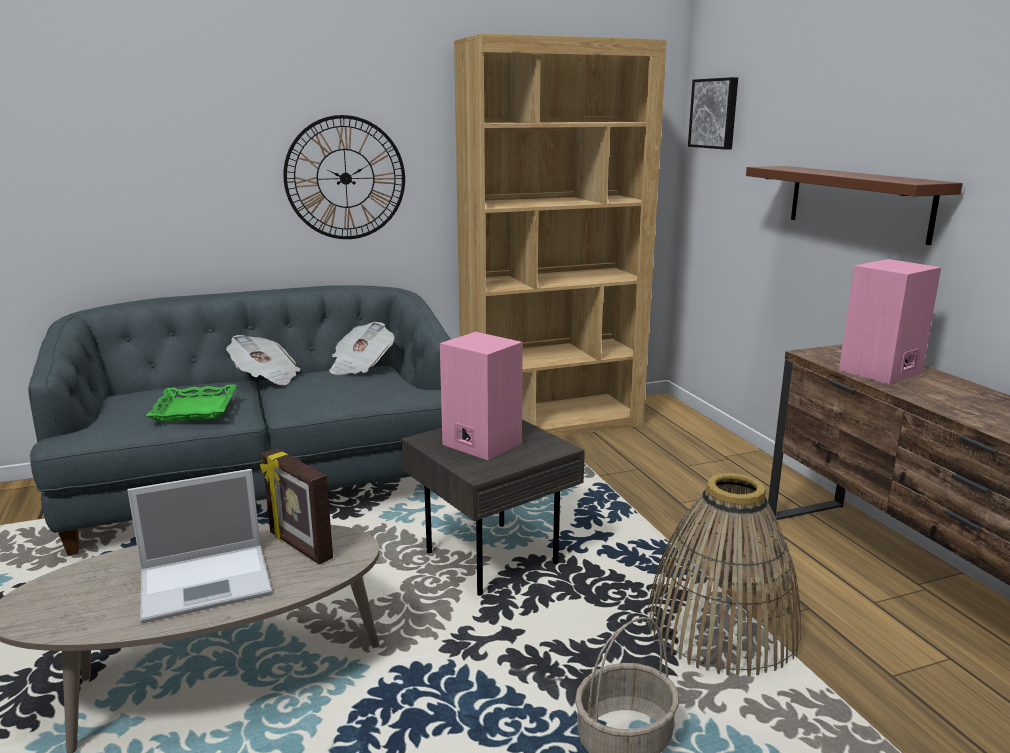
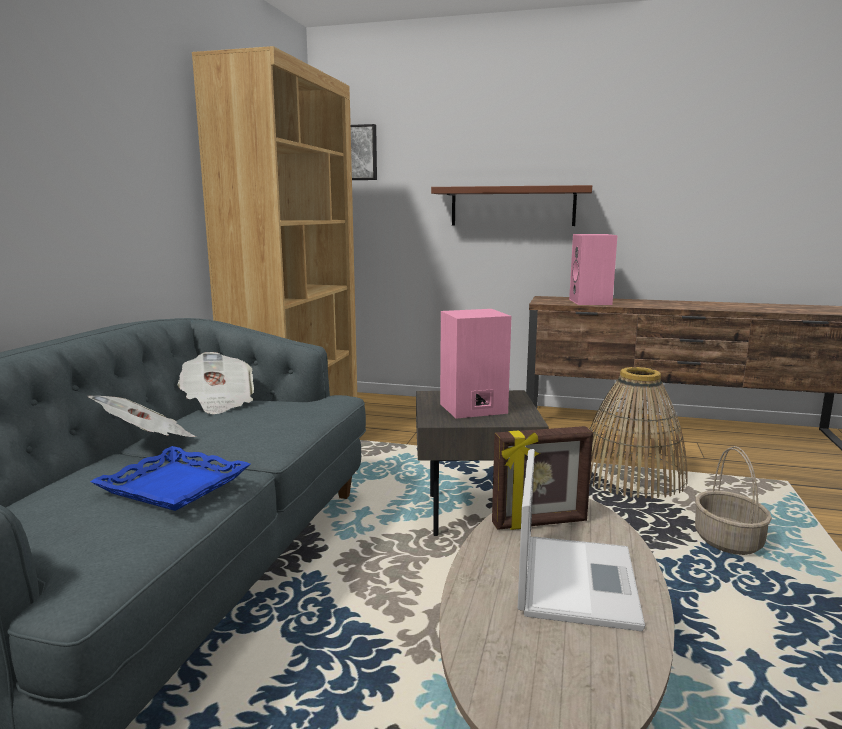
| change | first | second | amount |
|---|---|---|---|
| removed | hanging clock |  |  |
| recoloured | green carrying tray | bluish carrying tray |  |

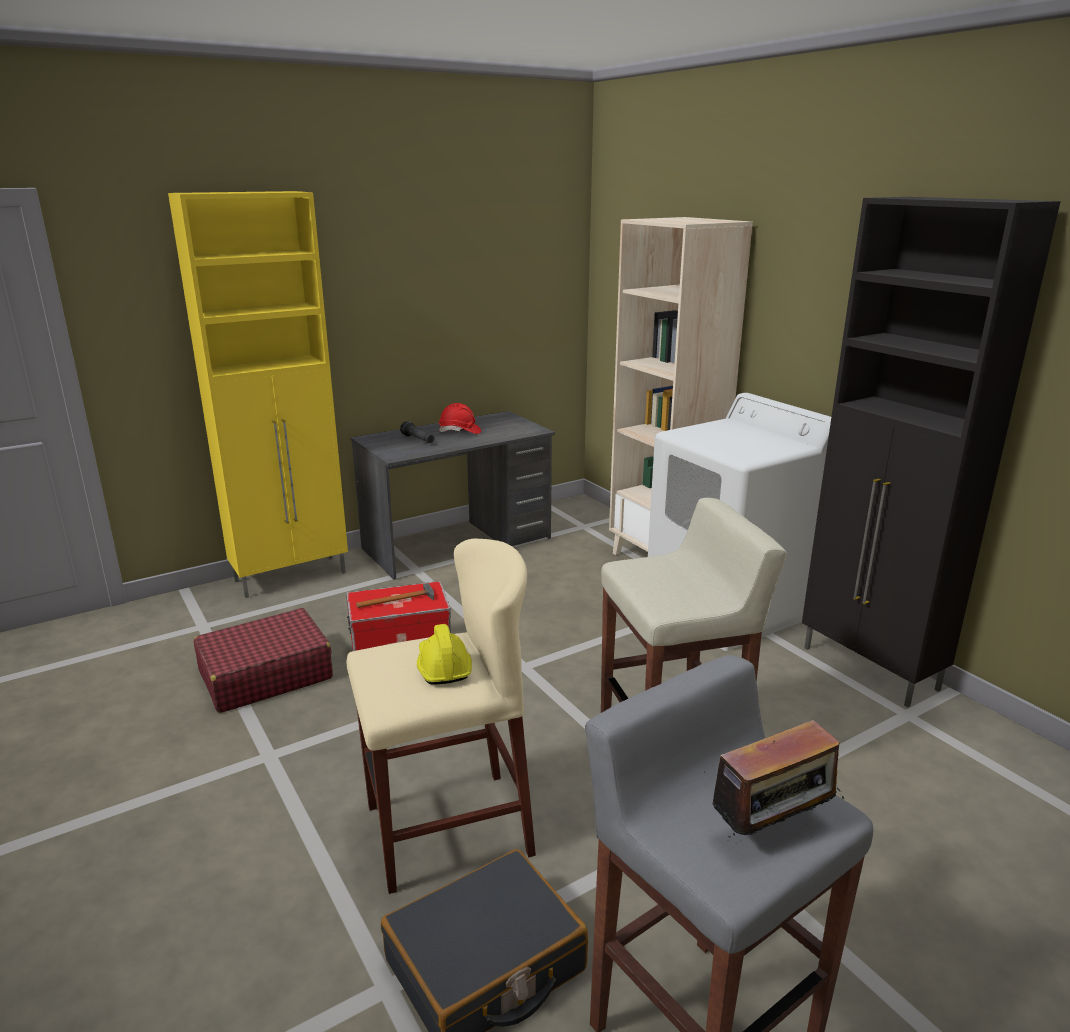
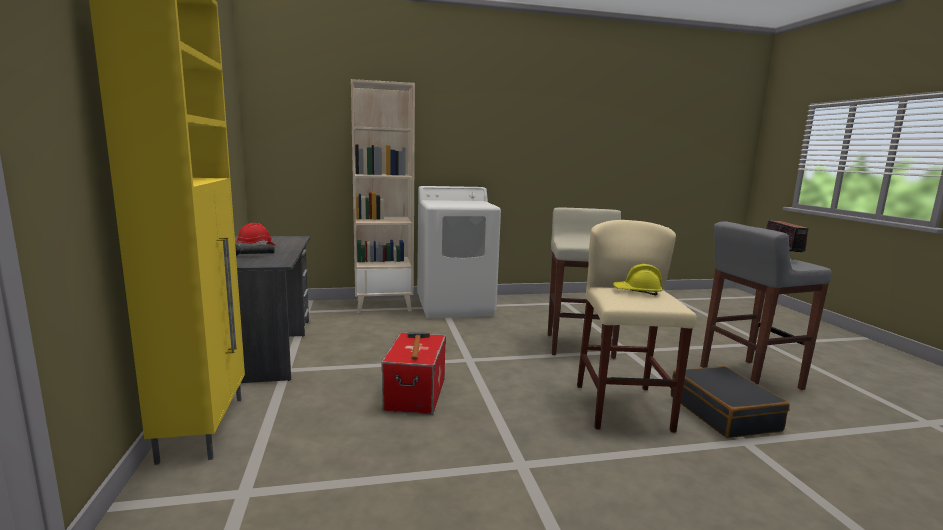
| change | first | second | amount |
|---|---|---|---|
| removed | black cupboard |  |  |
| removed | red-coloured piece of luggage |  |  |

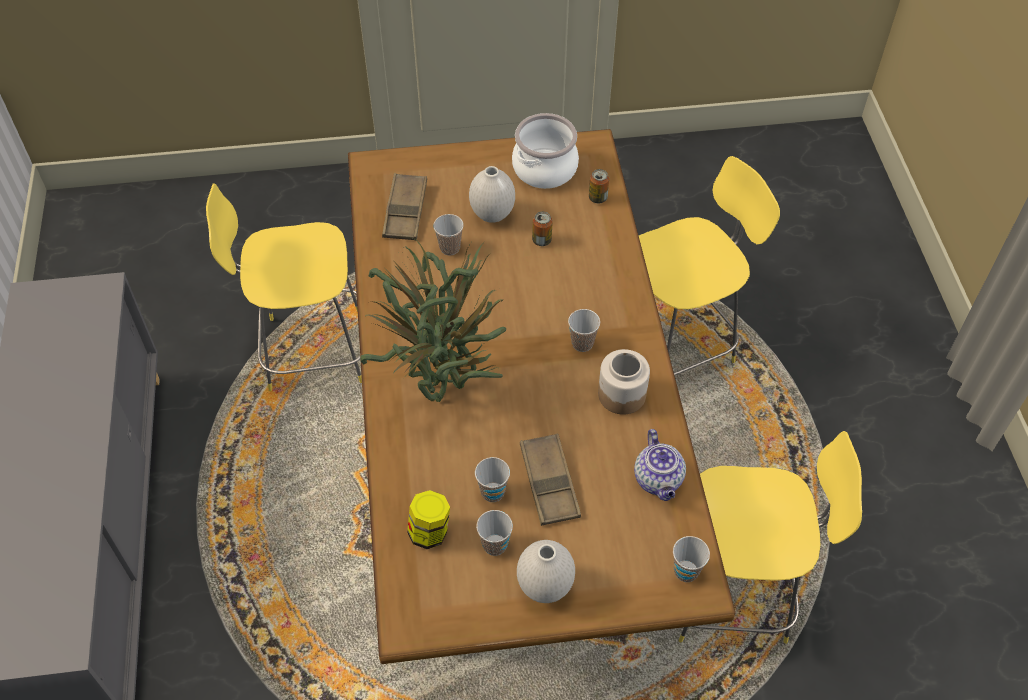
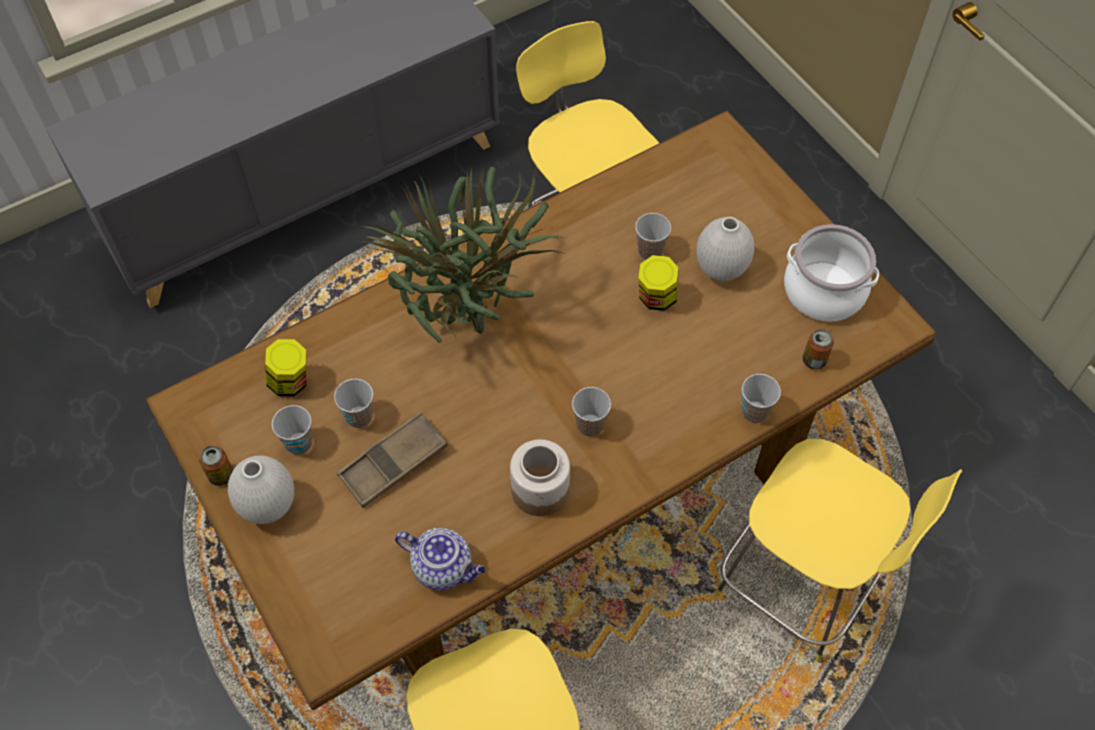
| change | first | second | amount |
|---|---|---|---|
| removed | brown carrying tray (1st from left) |  |  |
| moved | metal can (1st from left) |  |  |
| turned | teapot |  | 120 degrees counterclockwise |
| moved | drinking cup (5th from left) |  |  |
| added |  | jar (3rd from left) |  |

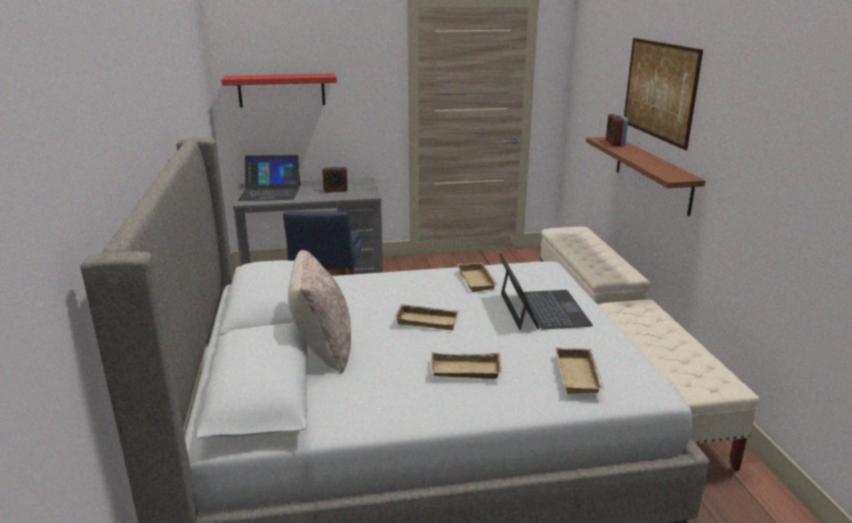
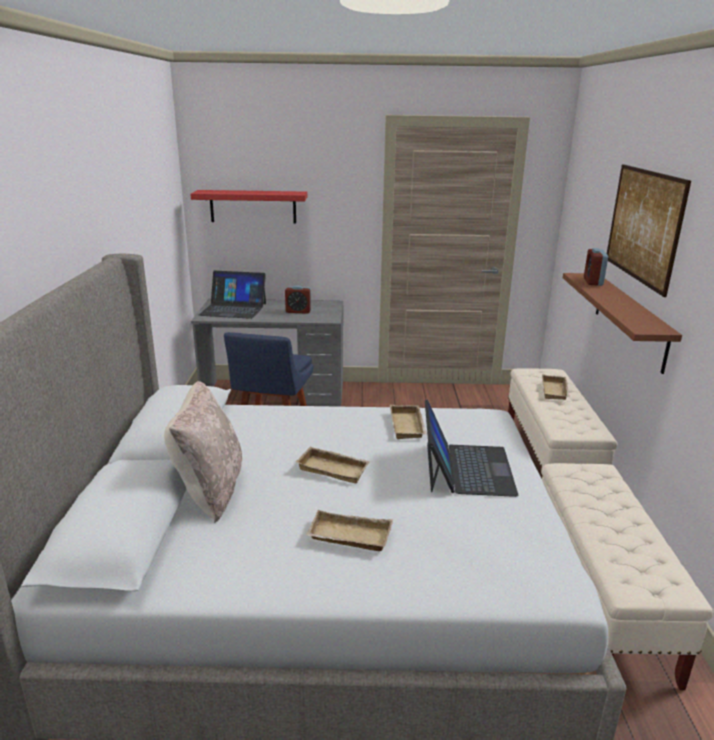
| change | first | second | amount |
|---|---|---|---|
| moved | sand-coloured carrying tray (4th from left) |  |  |

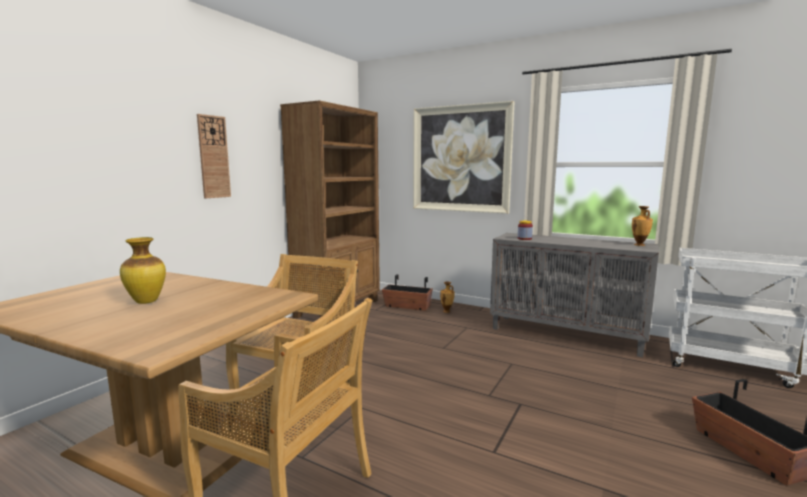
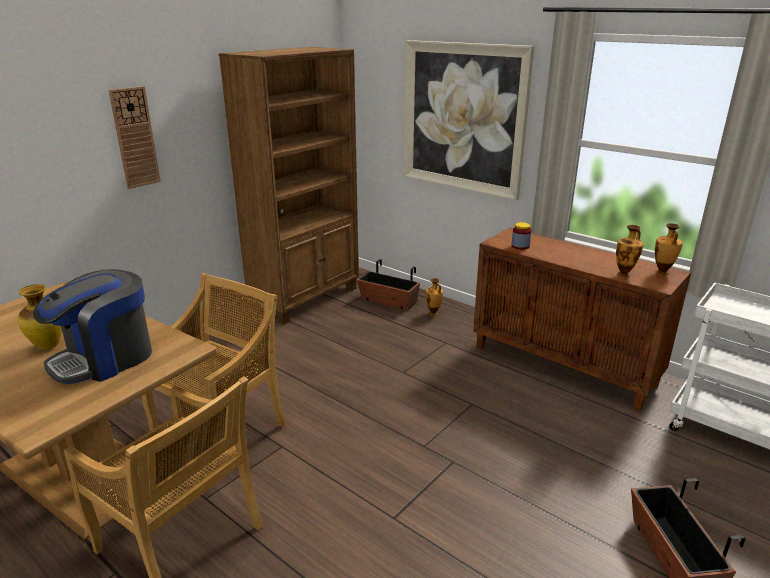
| change | first | second | amount |
|---|---|---|---|
| recoloured | greyish cupboard | brown cupboard |  |
| added |  | decorative vase (3rd from left) |  |
| added |  | coffee brewer |  |

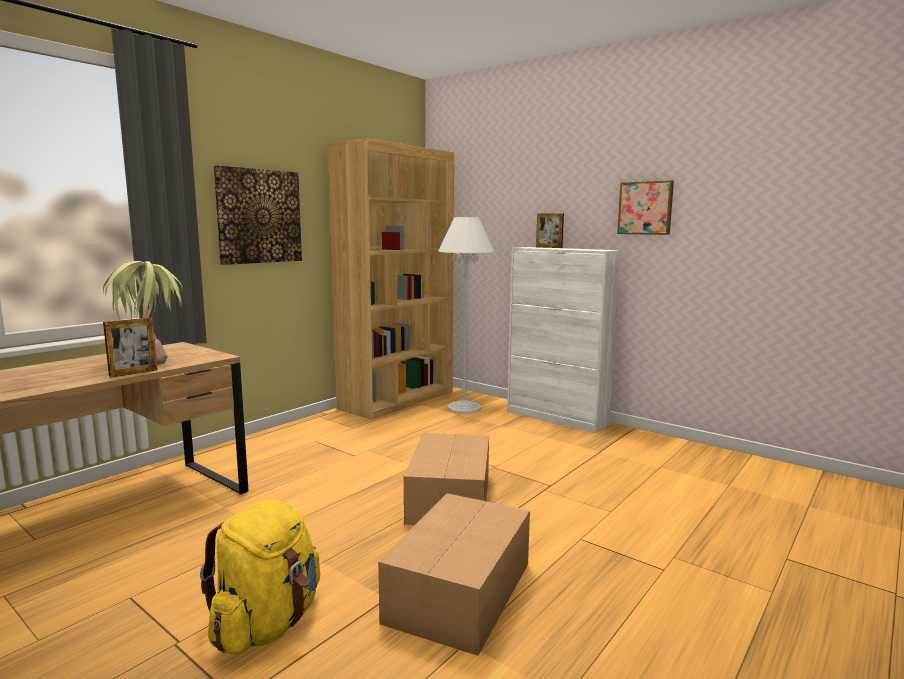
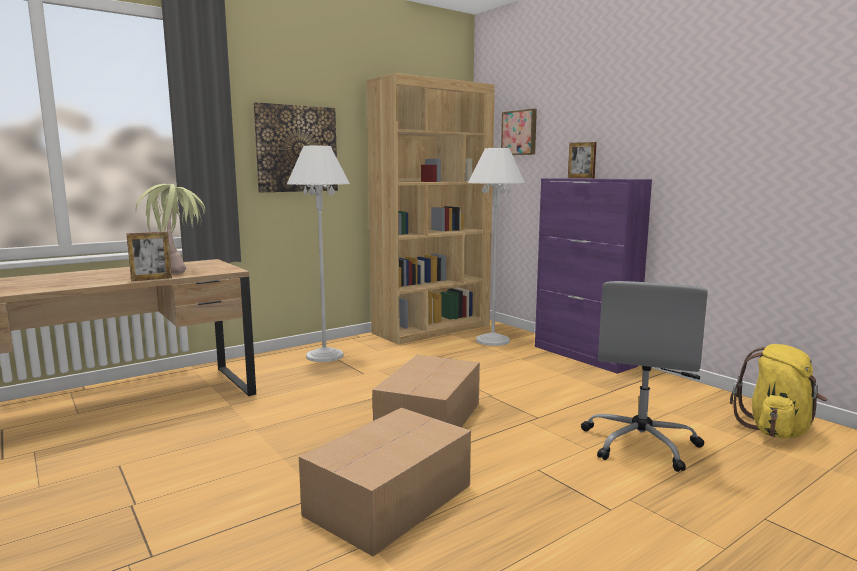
| change | first | second | amount |
|---|---|---|---|
| moved | wall picture (2nd from left) |  |  |
| recoloured | white-coloured cupboard | purple-coloured cupboard |  |
| moved | yellowish rucksack |  |  |
| added |  | white-coloured floor lamp (1st from left) |  |
| added |  | greyish computer chair |  |

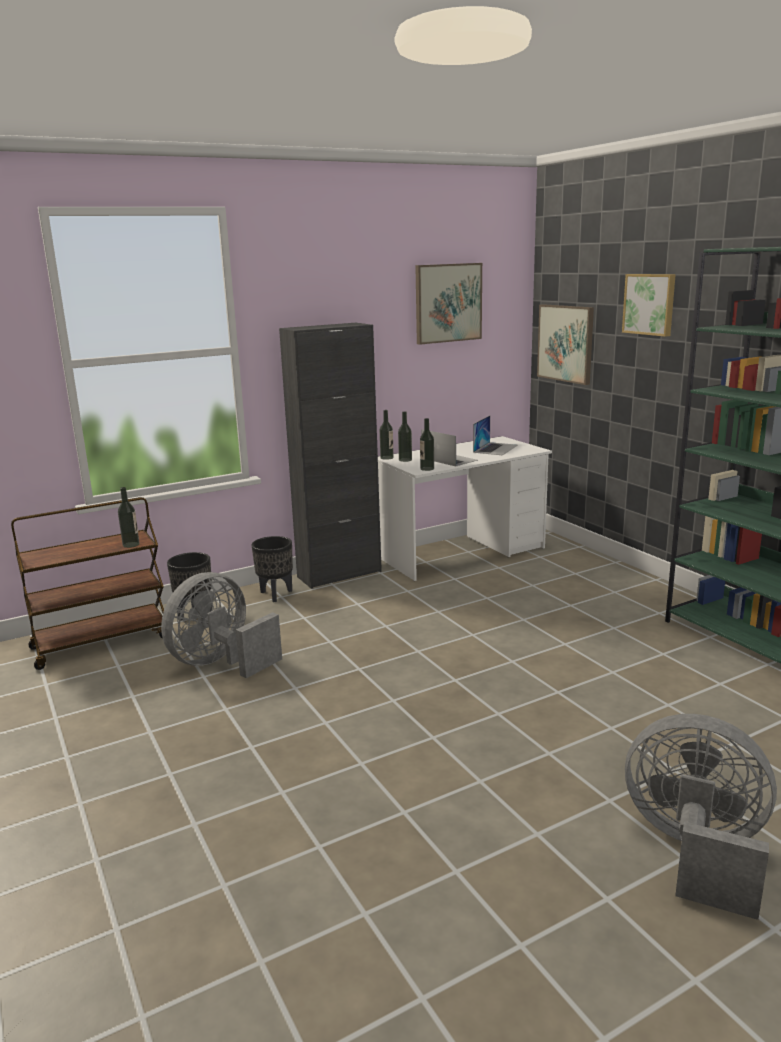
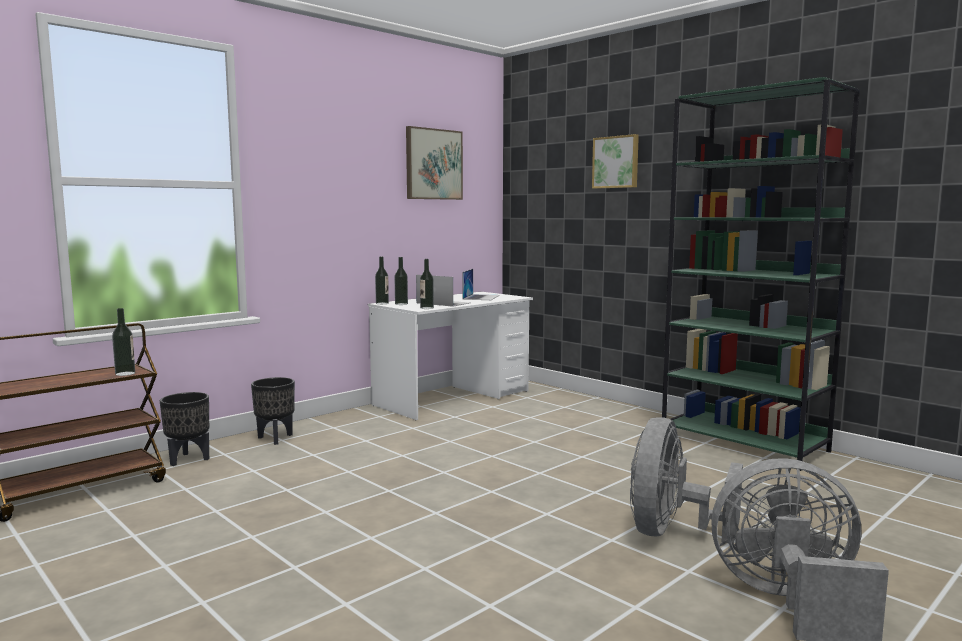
| change | first | second | amount |
|---|---|---|---|
| removed | wall picture (2nd from left) |  |  |
| removed | black cupboard |  |  |
| moved | greyish fan (1st from left) |  |  |

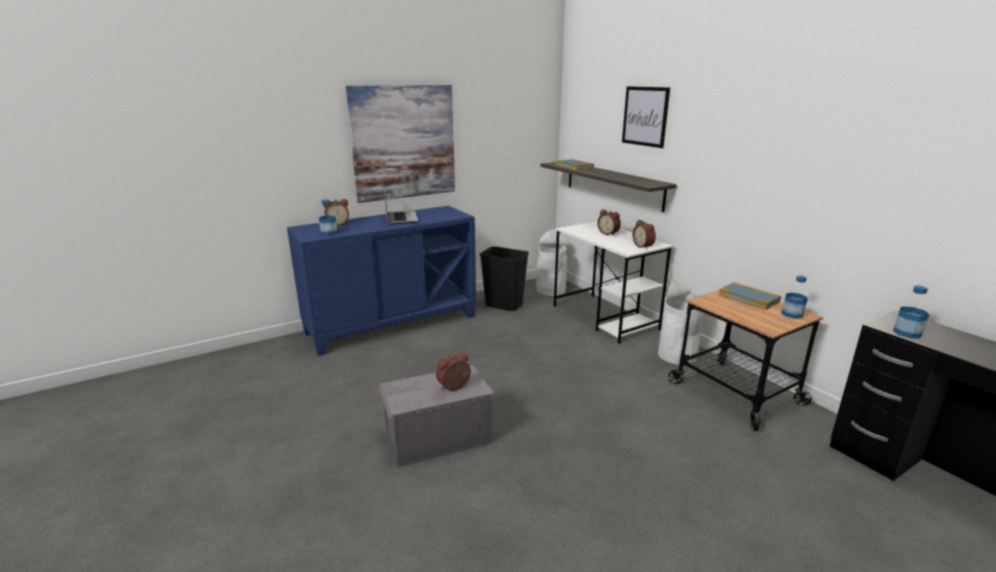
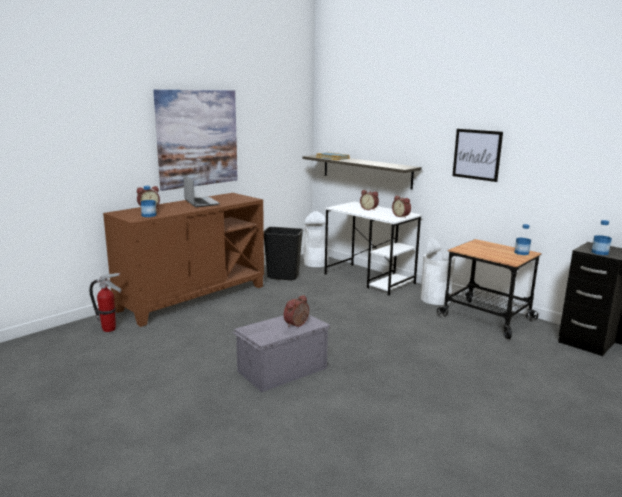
| change | first | second | amount |
|---|---|---|---|
| moved | wall picture (2nd from left) |  |  |
| recoloured | bluish cupboard | brown cupboard |  |
| removed | volume (2nd from left) |  |  |
| added |  | fire extinguisher |  |

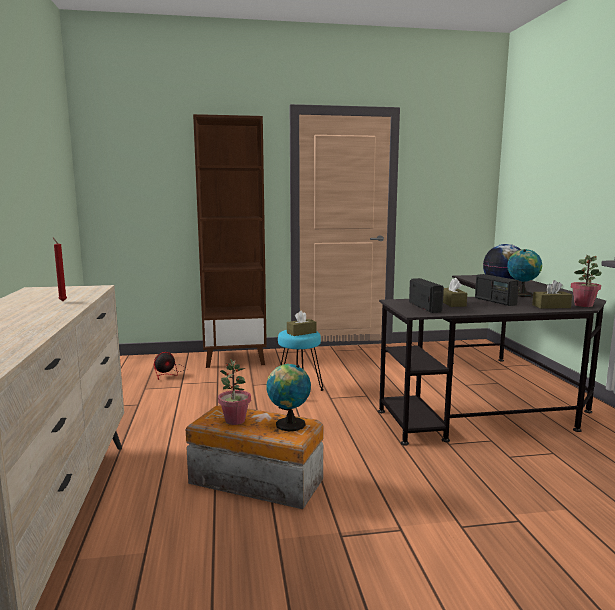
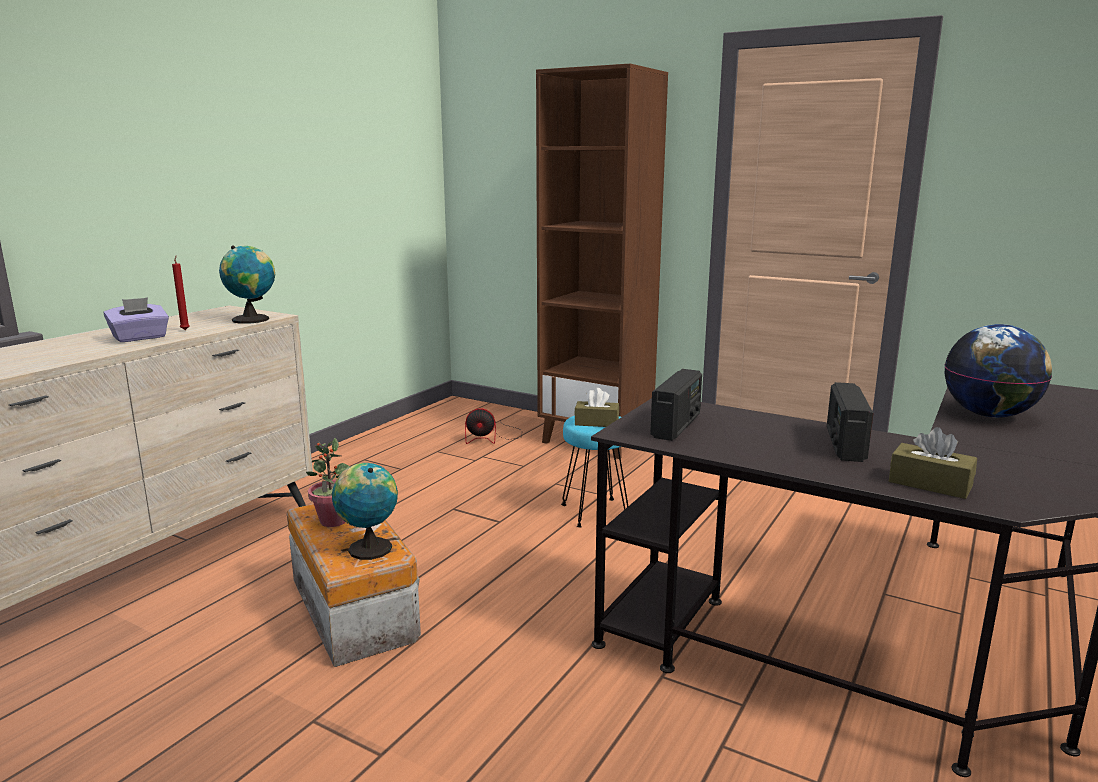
| change | first | second | amount |
|---|---|---|---|
| moved | world globe (3rd from left in the first image) | world globe (1st from left) |  |
| removed | plant in a pot (2nd from left) |  |  |
| removed | brown tissue holder (2nd from left) |  |  |
| added |  | purple-coloured tissue holder |  |

